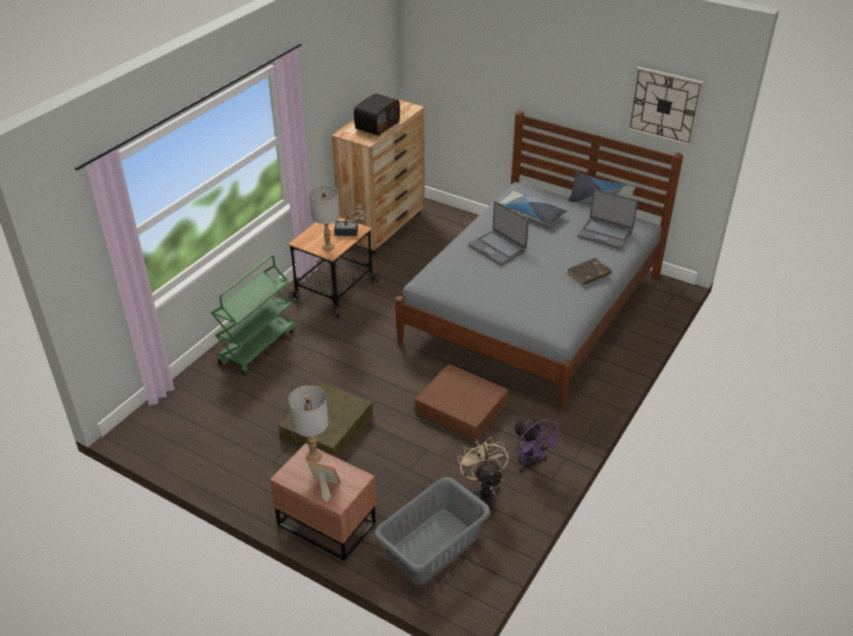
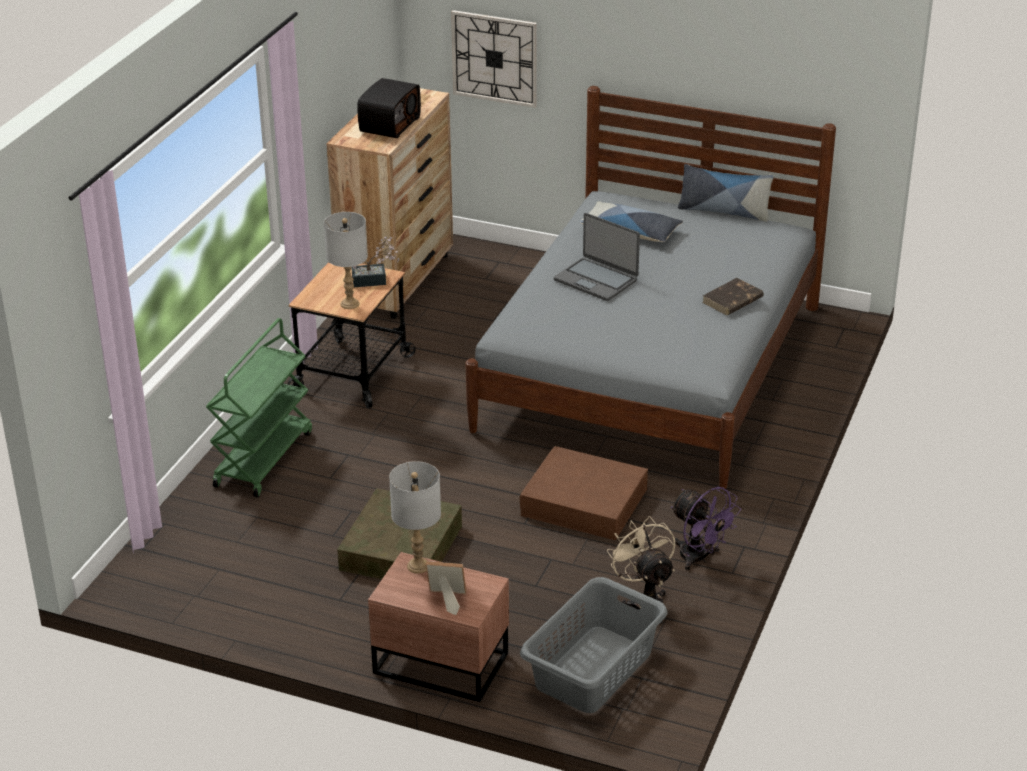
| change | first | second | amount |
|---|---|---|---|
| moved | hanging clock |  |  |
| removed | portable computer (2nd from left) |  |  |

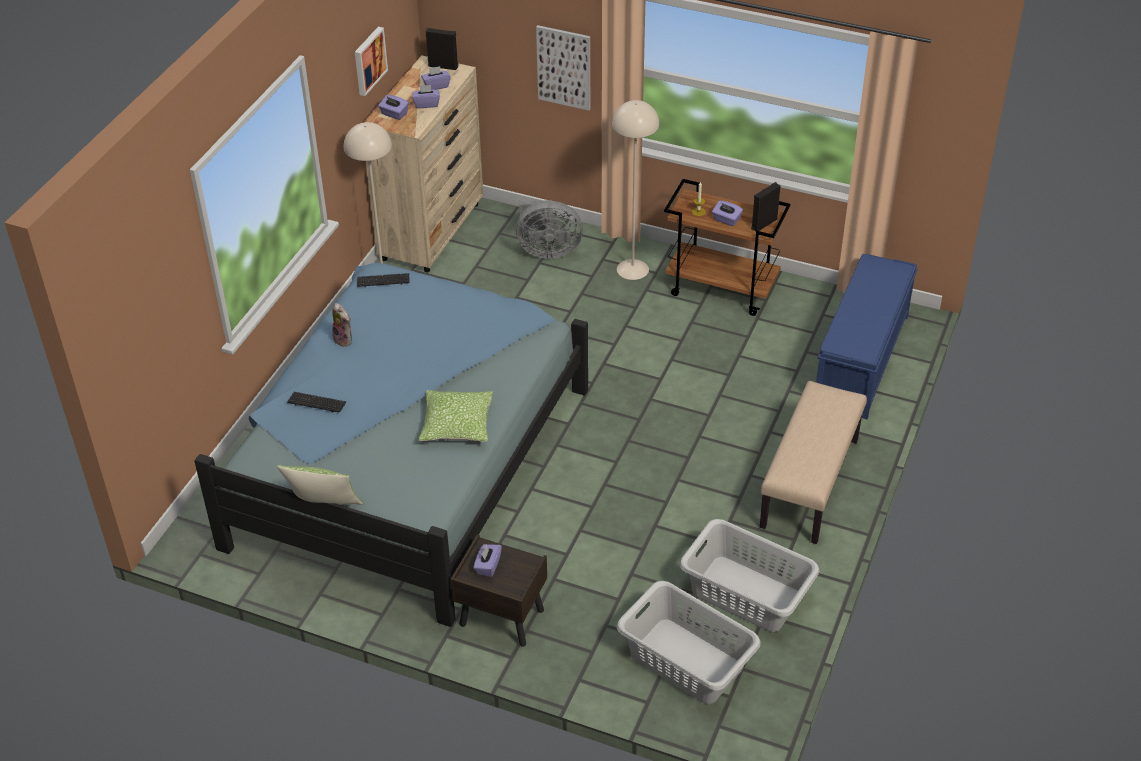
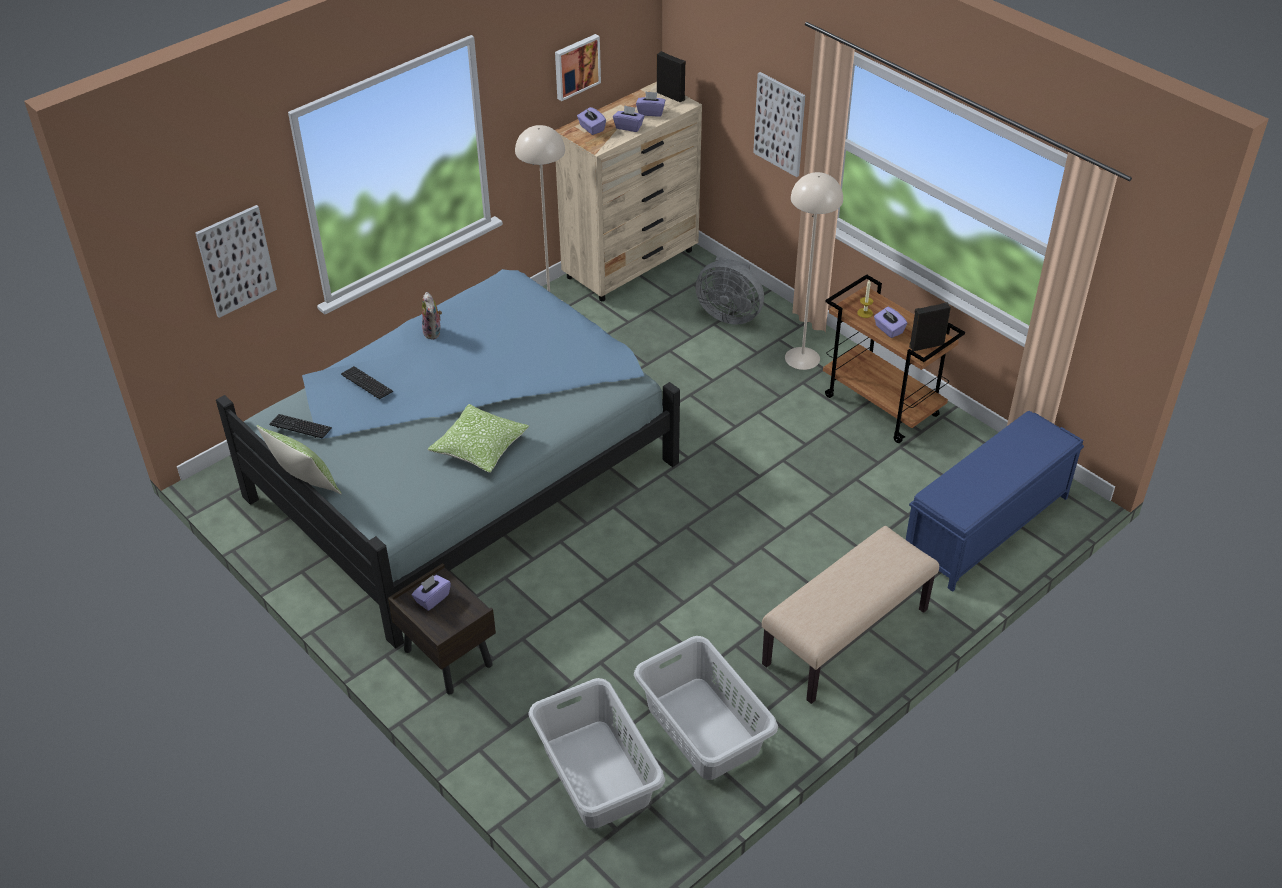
| change | first | second | amount |
|---|---|---|---|
| moved | computer keyboard (2nd from left in the first image) | computer keyboard (1st from left) |  |
| added |  | wall picture (1st from left) |  |

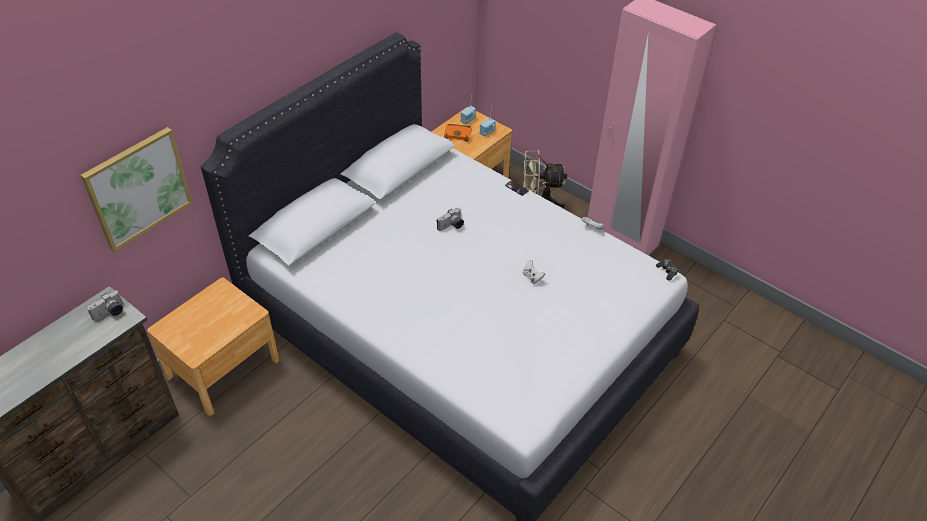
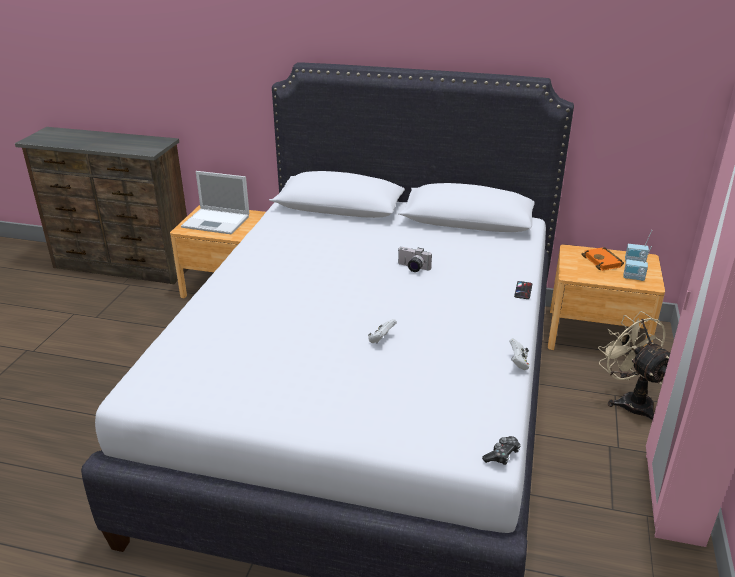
| change | first | second | amount |
|---|---|---|---|
| removed | wall picture |  |  |
| removed | photo camera (1st from left) |  |  |
| added |  | portable computer |  |

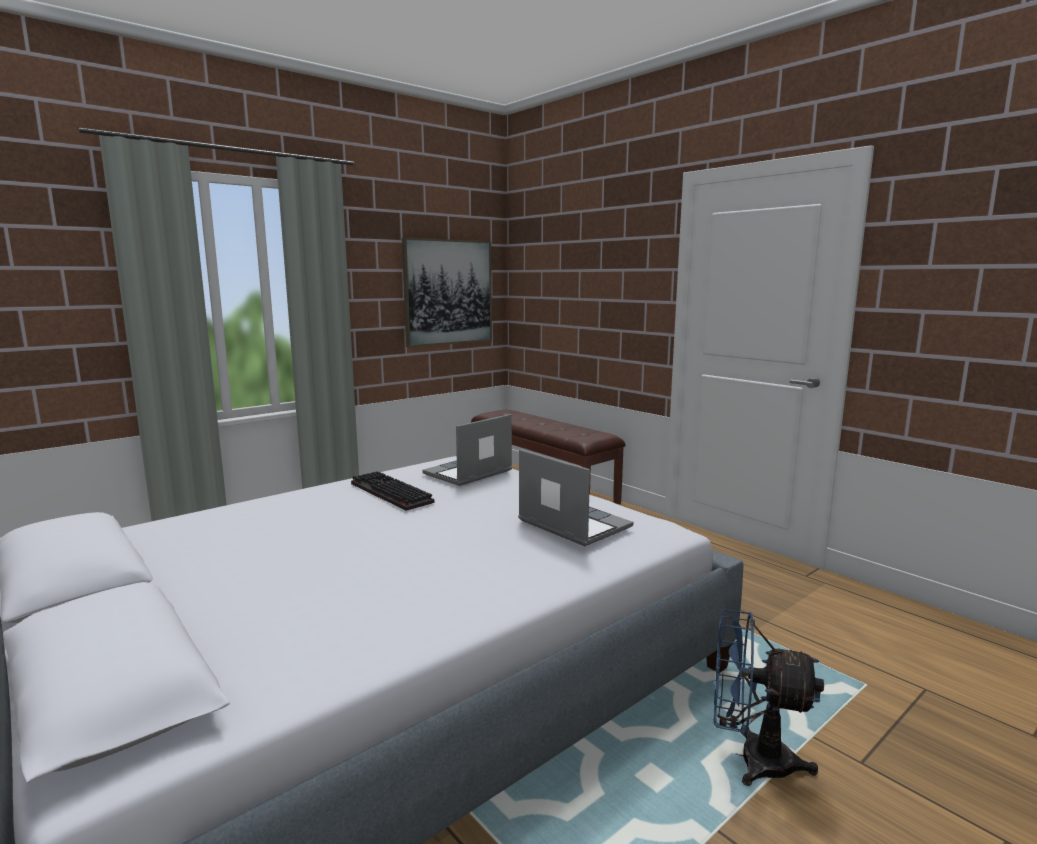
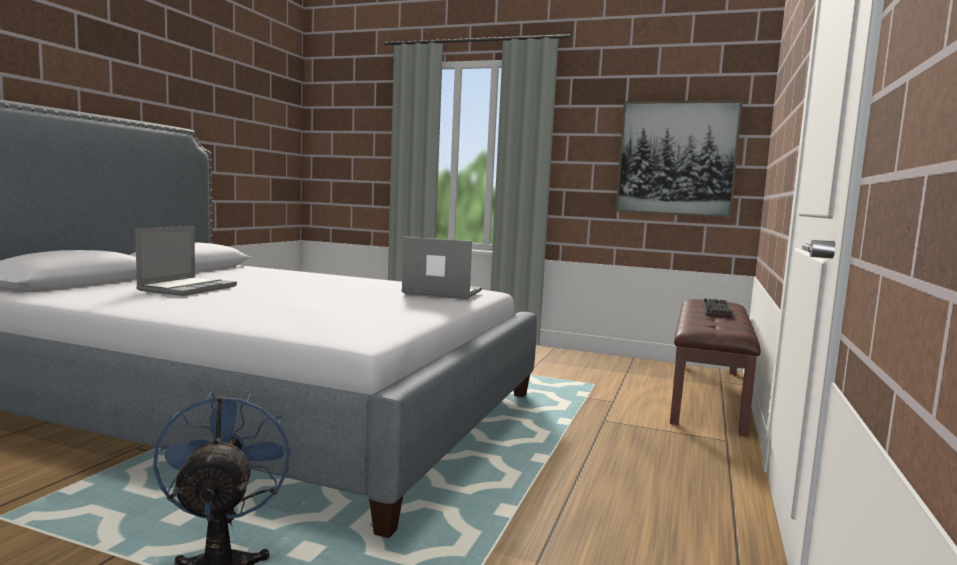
| change | first | second | amount |
|---|---|---|---|
| moved | portable computer (2nd from left in the first image) | portable computer (1st from left) |  |
| moved | computer keyboard |  |  |

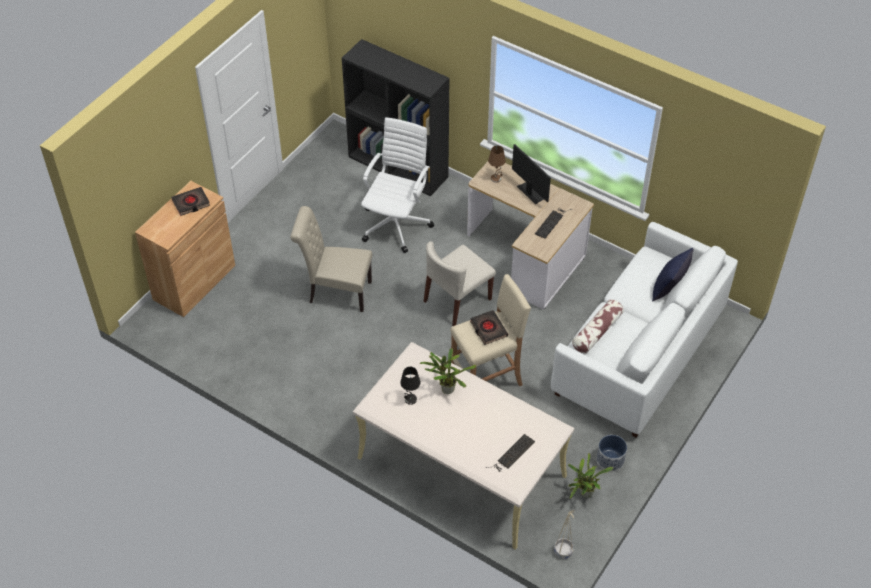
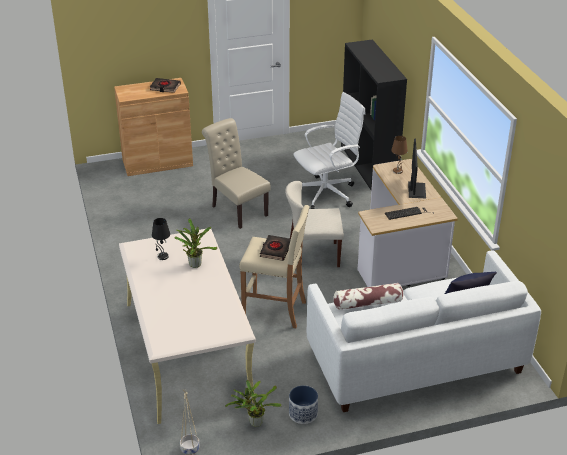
| change | first | second | amount |
|---|---|---|---|
| removed | computer keyboard (1st from left) |  |  |

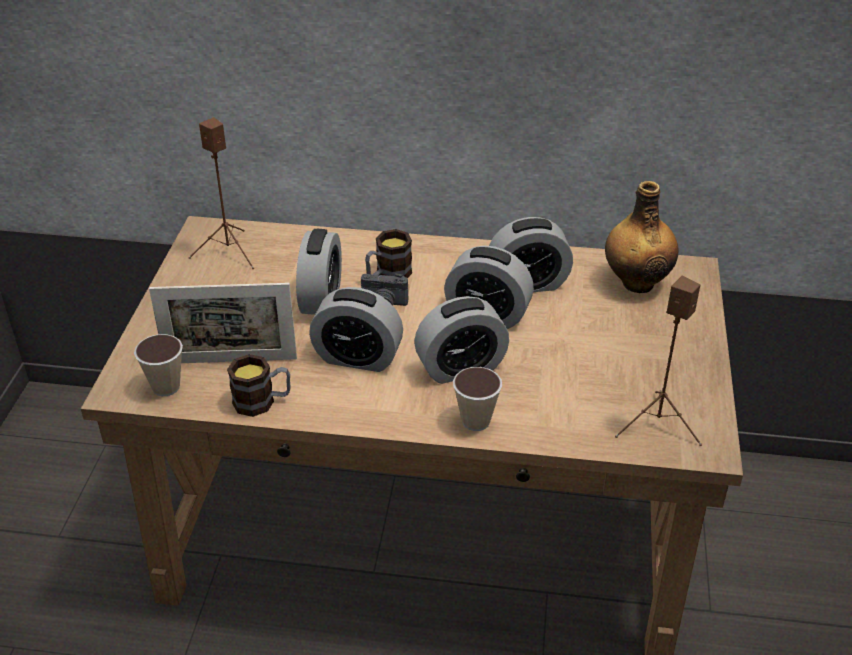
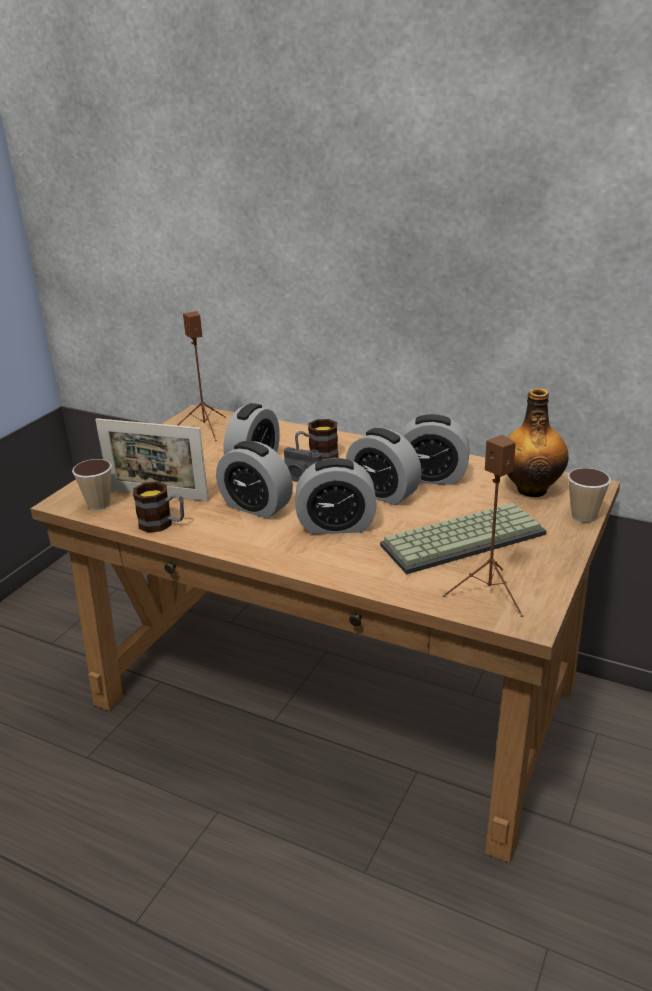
| change | first | second | amount |
|---|---|---|---|
| moved | drinking cup (2nd from left) |  |  |
| added |  | computer keyboard |  |

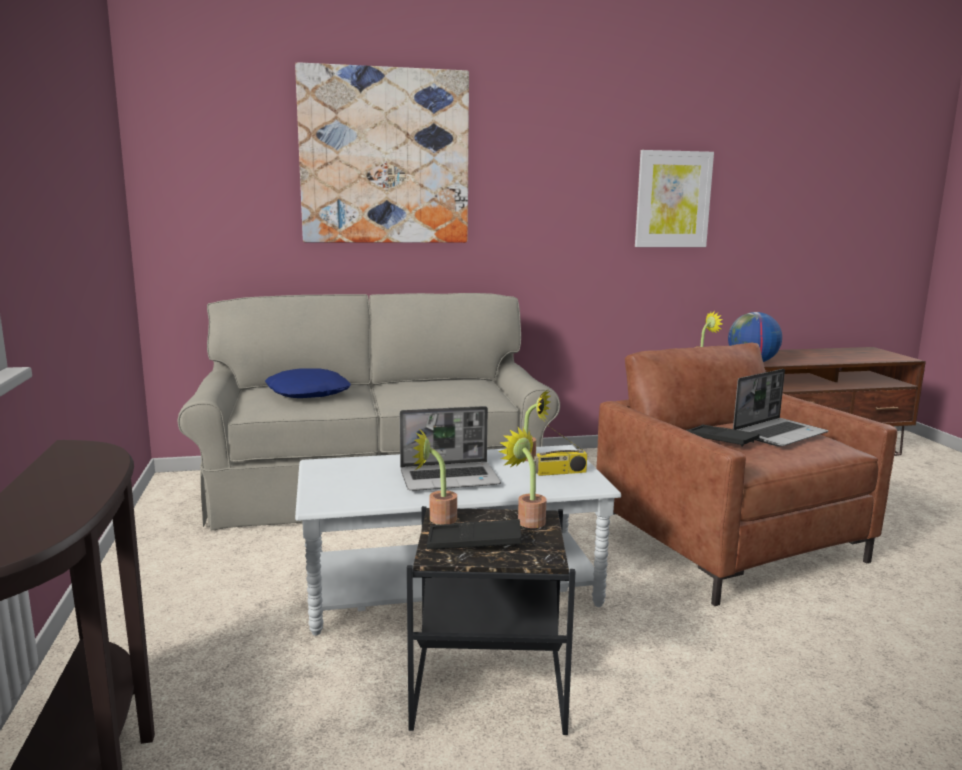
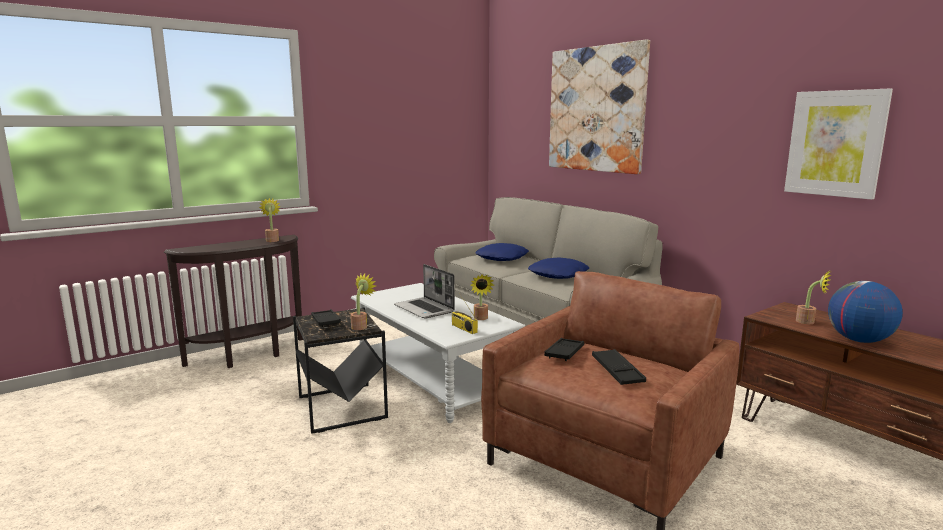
| change | first | second | amount |
|---|---|---|---|
| replaced | portable computer (2nd from left) | black carrying tray (3rd from left) |  |
| moved | plant in a pot (1st from left) |  |  |
| added |  | bluish throw pillow (2nd from left) |  |

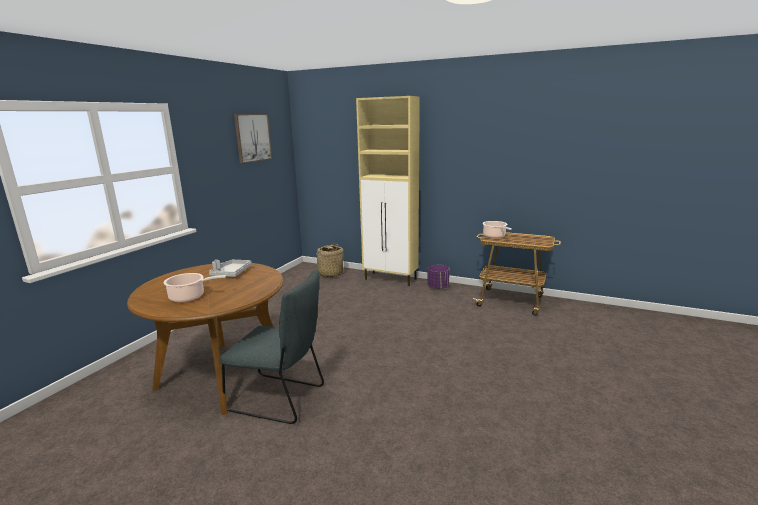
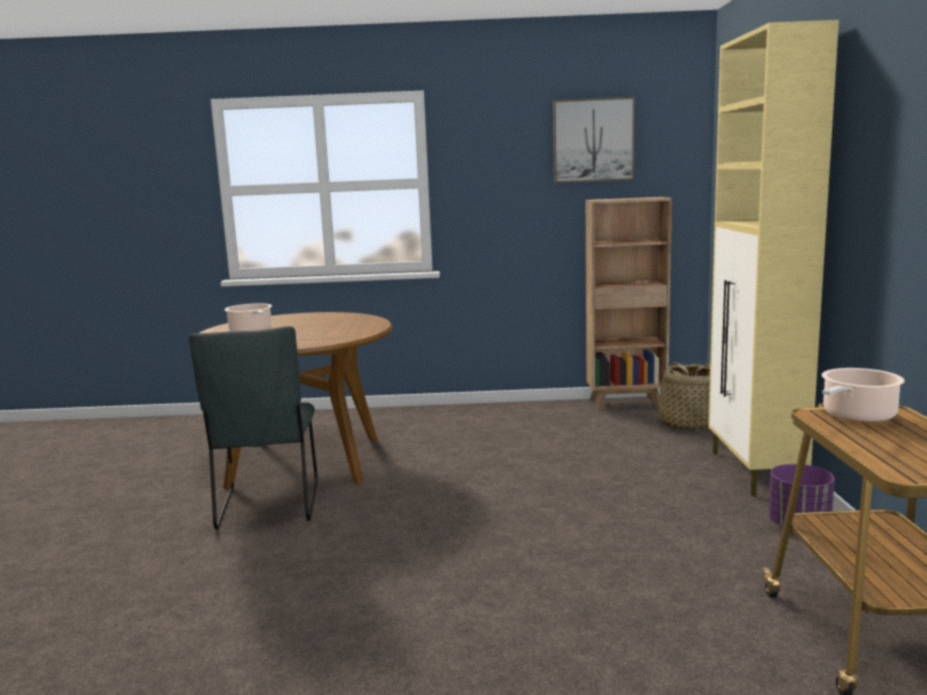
| change | first | second | amount |
|---|---|---|---|
| removed | greyish carrying tray |  |  |
| added |  | brown bookcase |  |

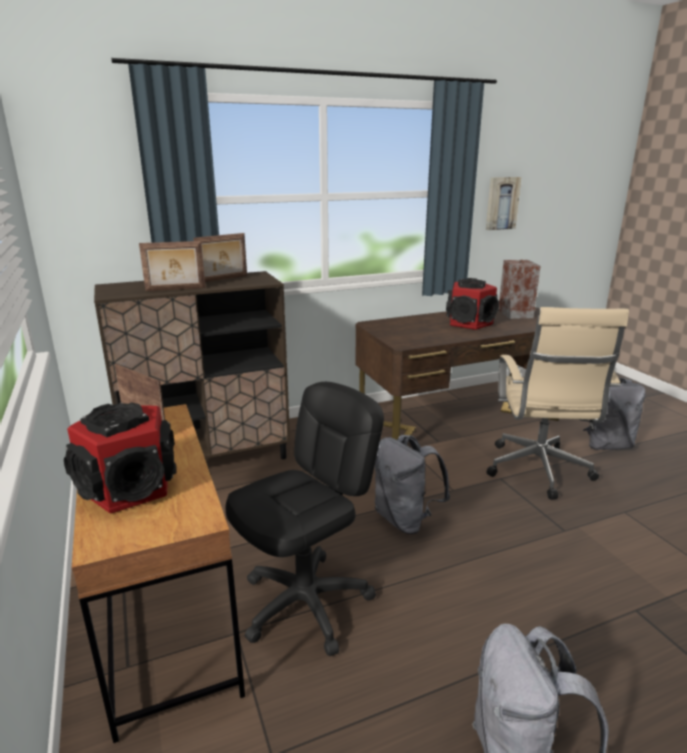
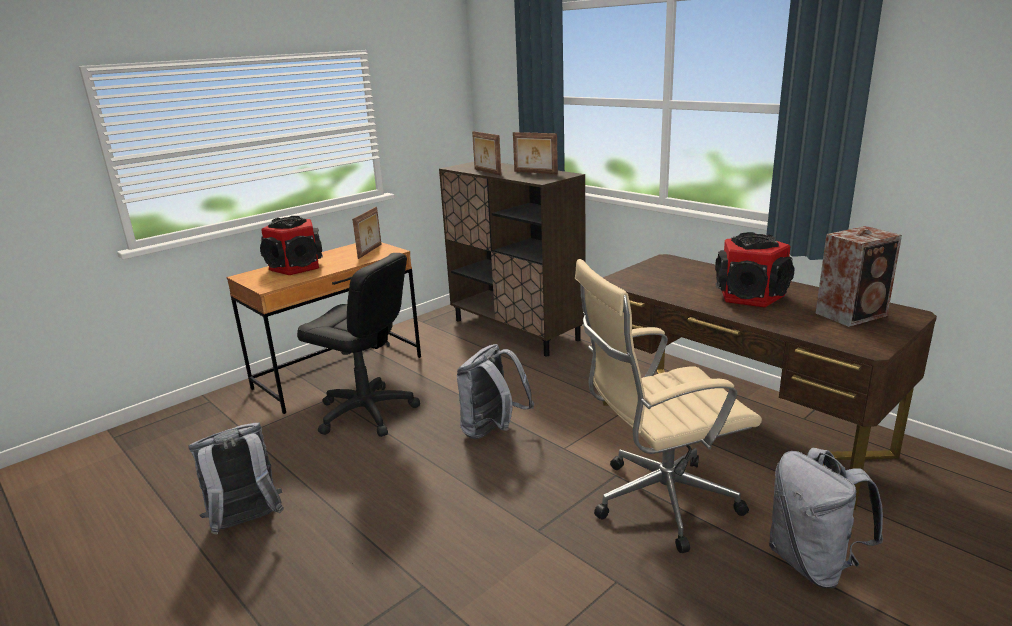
| change | first | second | amount |
|---|---|---|---|
| removed | wall picture |  |  |

